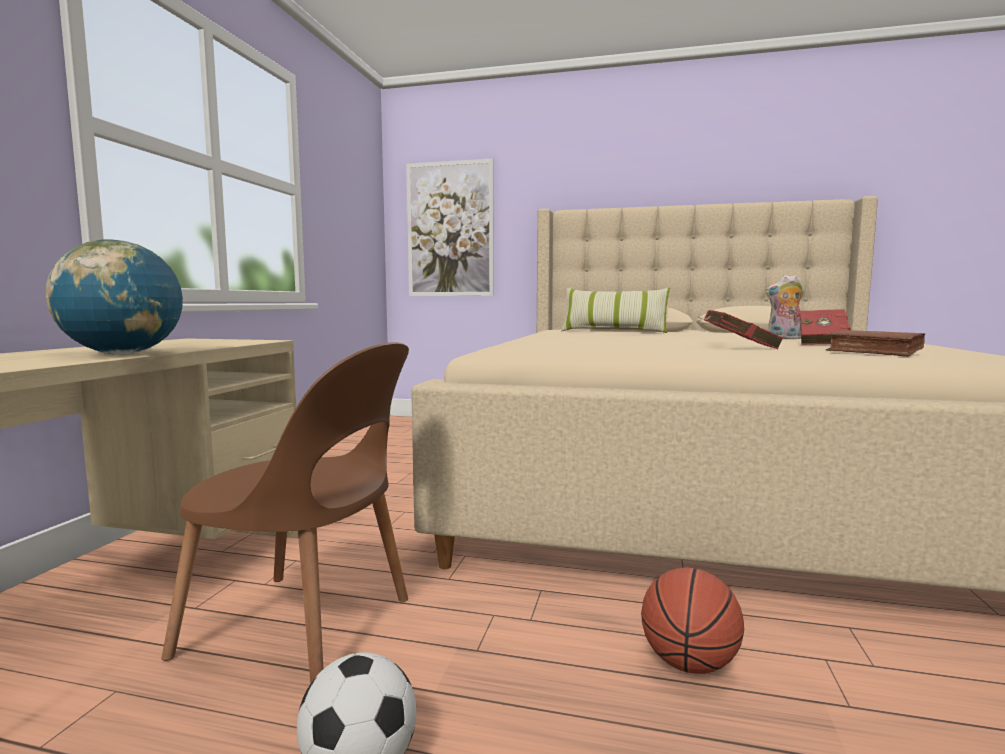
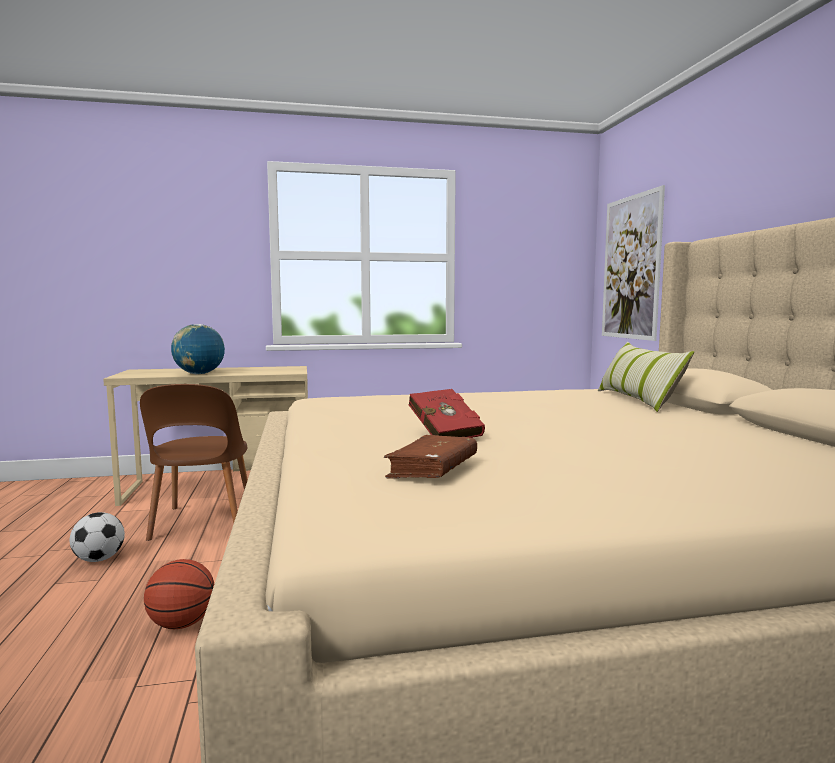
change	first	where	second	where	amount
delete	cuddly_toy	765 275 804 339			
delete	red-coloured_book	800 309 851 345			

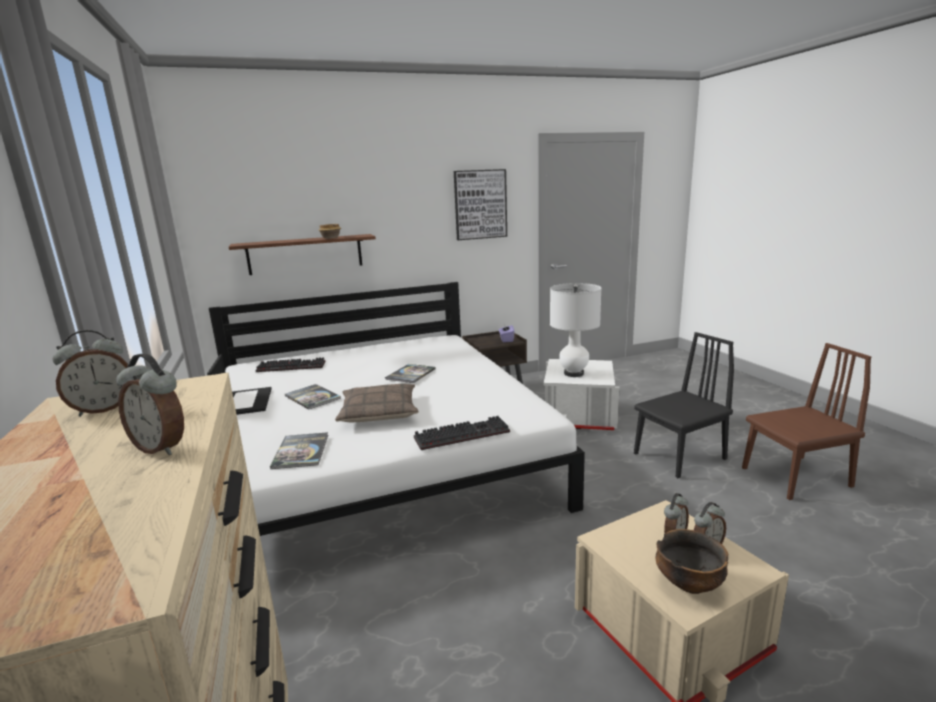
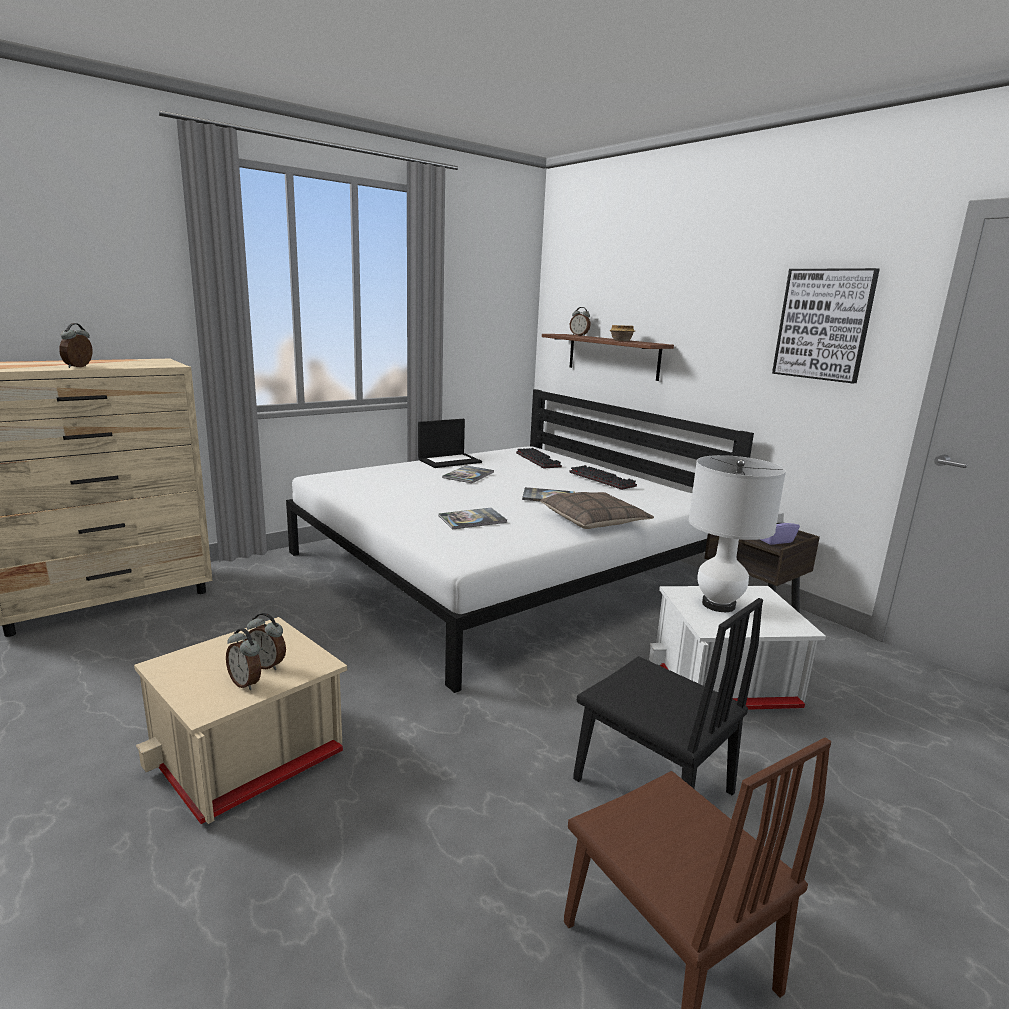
change	first	where	second	where	amount
move	alarm_clock	53 330 128 417		570 307 590 336	
move	book	270 432 328 469		439 508 507 530	
move	throw_pillow	335 384 419 422		540 492 654 529	
move	computer_keyboard	414 416 510 450		569 465 637 490	
delete	deep_dish	656 529 728 594			

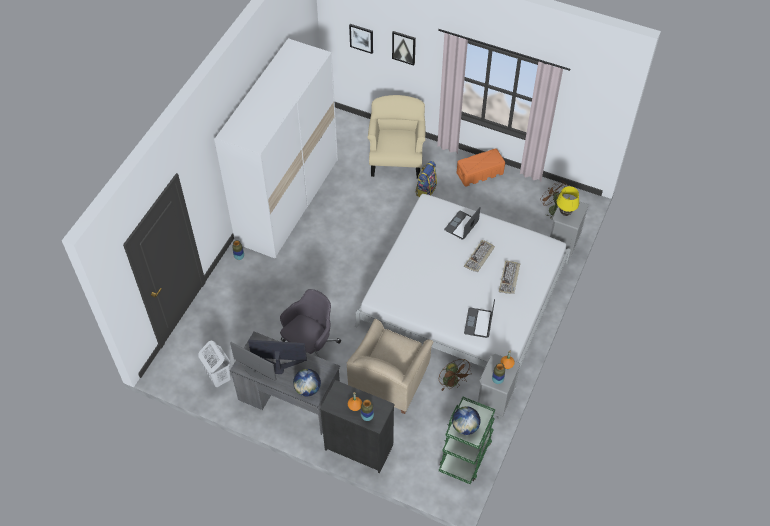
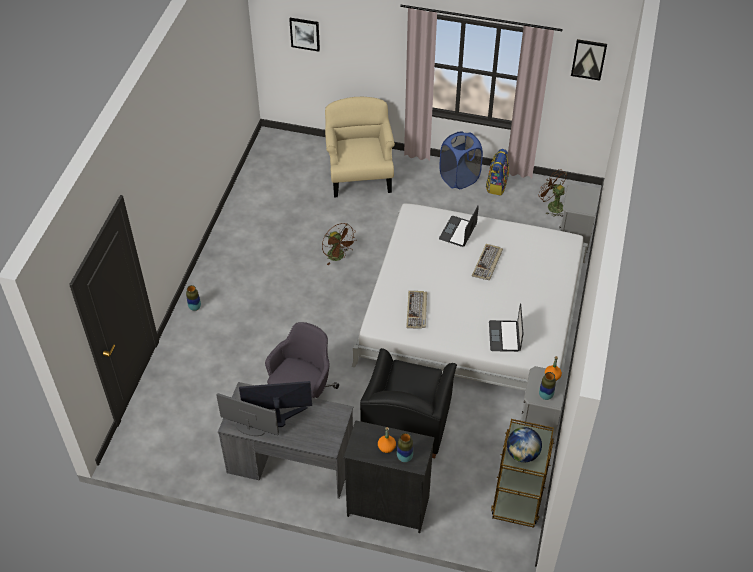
change	first	where	second	where	amount
delete	white-coloured_hamper	198 341 231 387			
delete	white-coloured_wardrobe	214 39 338 258			
delete	desk_globe	293 369 321 396			
recolor	beige-coloured_easy_chair	347 319 433 414	blackish_easy_chair	360 348 457 459	
move	wall_art	392 31 416 66		571 39 607 80	
move	rucksack	416 161 437 197		486 149 509 195	
move	brownish_fan	439 359 472 391		322 223 356 266	
recolor	green-coloured_cart	439 397 495 484	brownish_cart	491 419 554 528	
replace	orange_storage_container	457 149 505 186	blue_hamper	439 131 483 189	
move	computer_keyboard	499 260 520 294		406 291 427 329	
delete	yellowish_lamp_for_a_table	557 186 579 216			

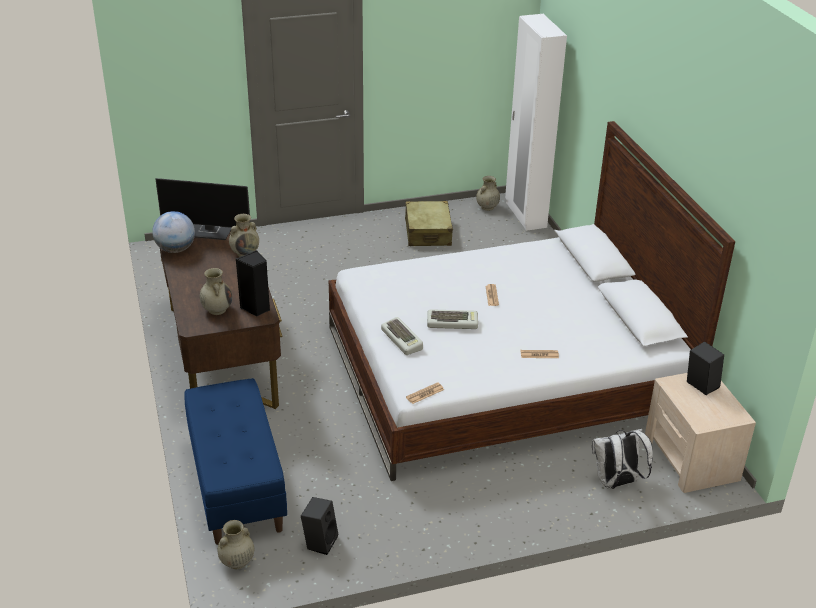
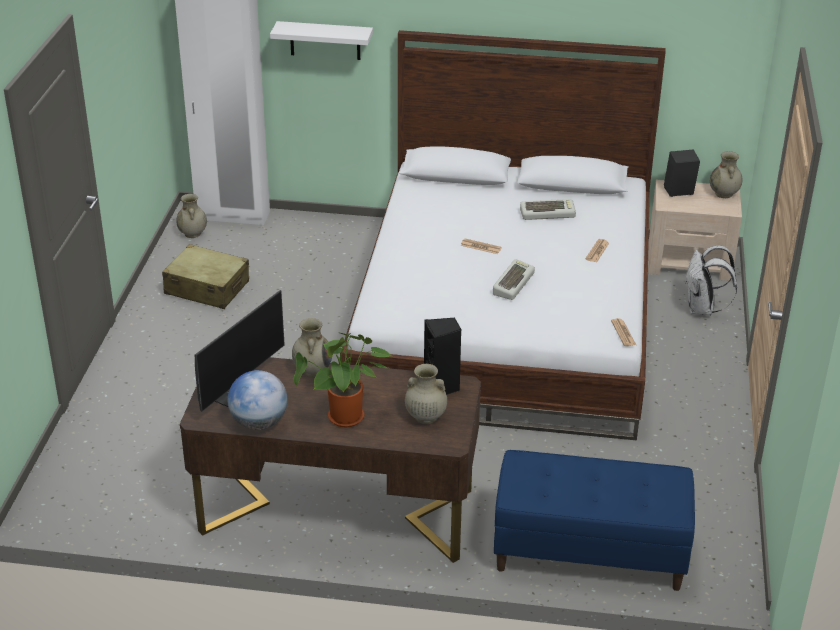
change	first	where	second	where	amount
move	beige-coloured_decorative_vase	218 520 254 569		710 151 742 198	
delete	blackish_loudspeaker	301 497 338 555			
move	computer_keyboard	381 317 423 355		520 199 576 220	
insert			white-coloured_bracket_shelf	270 21 373 60	
insert			potted_plant	293 332 391 427	

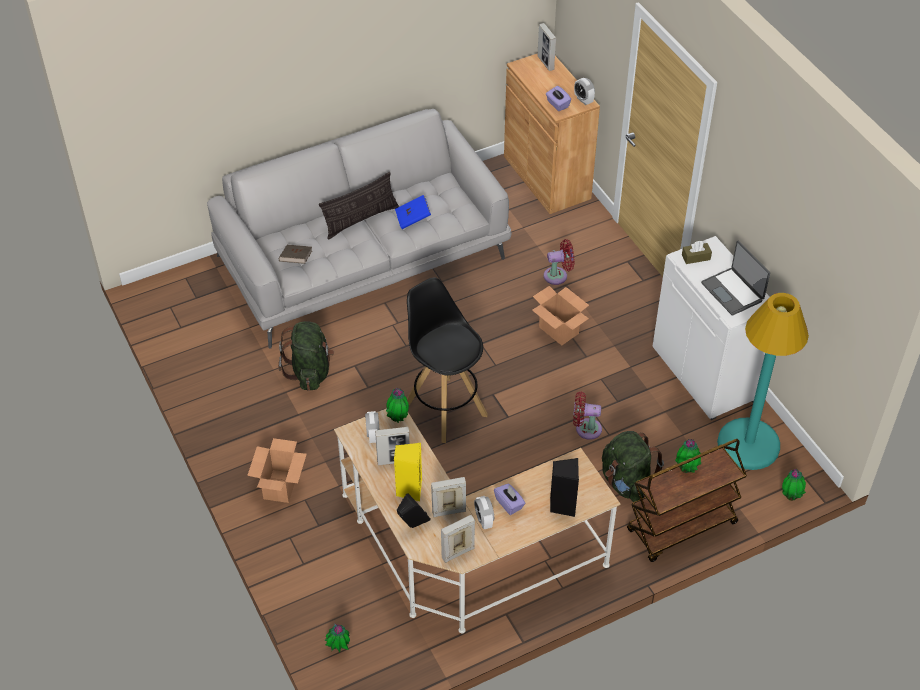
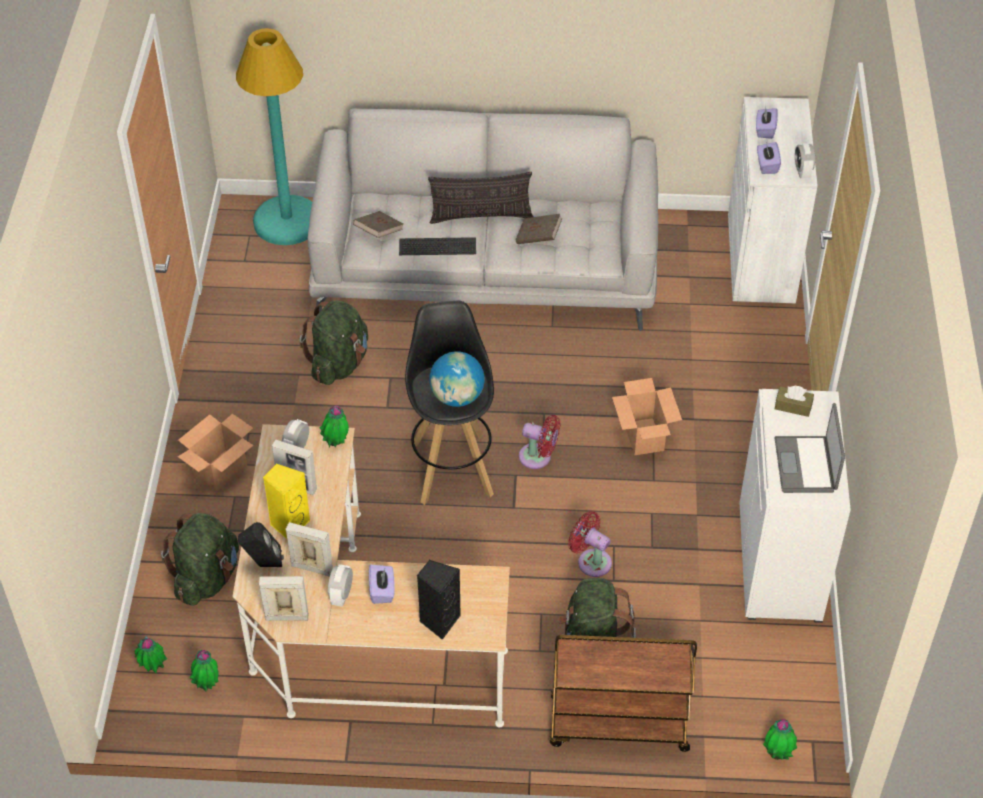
change	first	where	second	where	amount
recolor	blue_book	395 195 431 229	brownish_book	515 214 562 244	
recolor	brownish_cabinet	504 53 600 214	white-coloured_cabinet	728 97 818 303	
delete	picture_frame	537 23 556 71			
move	red-coloured_fan	544 239 575 285		519 415 560 469	
move	potted_plant	675 439 701 473		190 650 219 692	
move	turquoise-coloured_standing_lamp	717 293 809 470		236 28 312 245	
insert			green-coloured_rucksack	161 513 239 606	
insert			computer_keyboard	399 237 476 255	
insert			desk_globe	429 351 485 407	
insert			purple-coloured_tissue_holder	756 107 778 139	

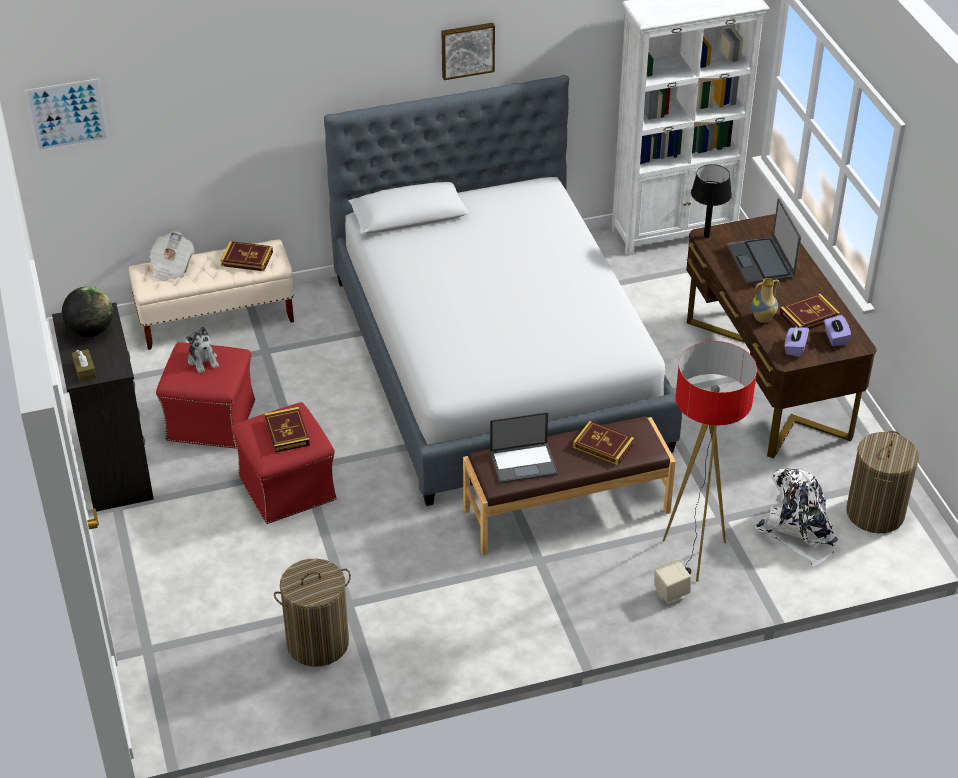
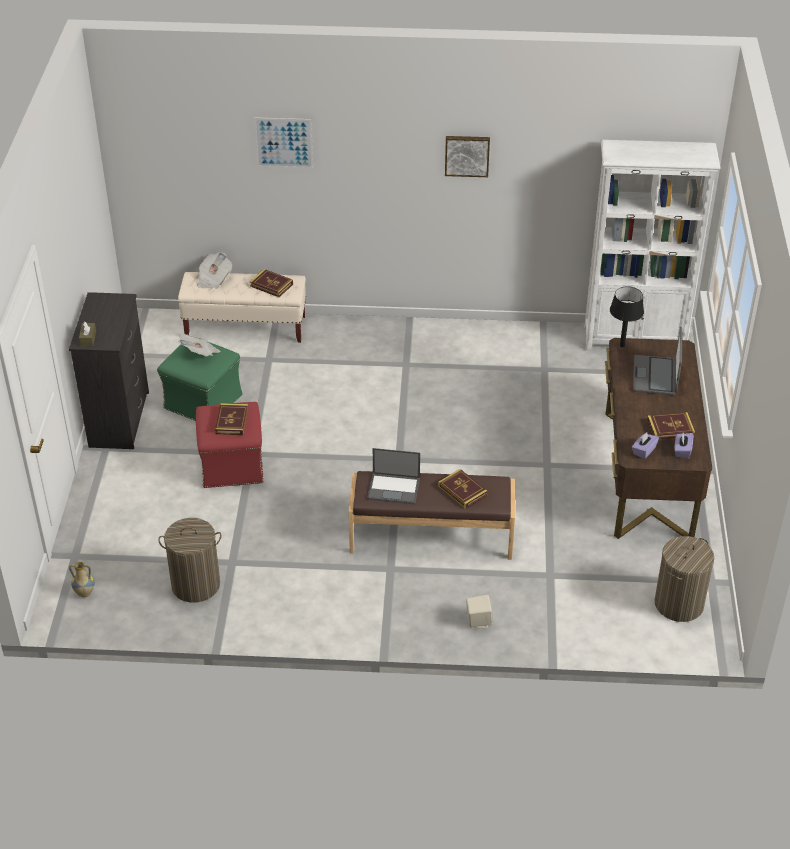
change	first	where	second	where	amount
move	wall_art	25 78 109 152		254 117 313 169	
delete	desk_globe	62 287 113 337			
recolor	red-coloured_pouffe	156 342 255 449	green-coloured_pouffe	157 342 242 421	
replace	cuddly_toy	186 326 219 373	daily_paper	178 334 221 356	
delete	sleeping_bed	324 75 682 506			
delete	standing_lamp	663 341 757 582			
move	decorative_vase	751 278 779 323		69 562 95 597	
delete	white-coloured_rucksack	755 468 838 567			

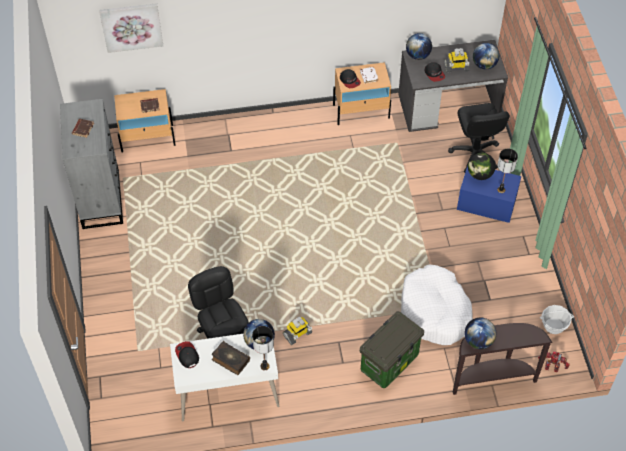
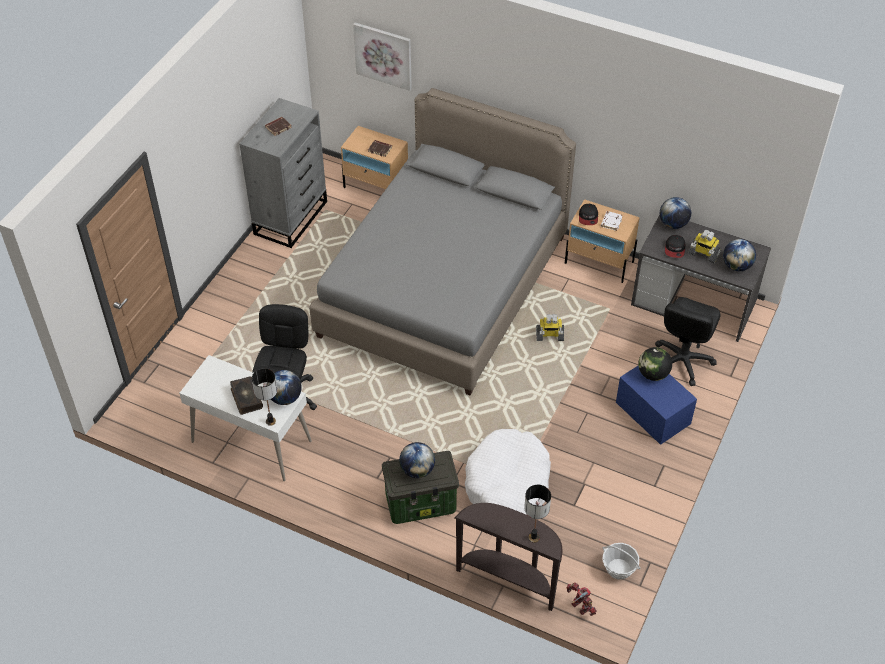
change	first	where	second	where	amount
delete	cap	175 341 199 368			
move	toy_robot	283 317 312 345		536 314 564 341	
move	desk_globe	464 317 496 349		399 442 435 478	
move	lamp_for_a_table	497 149 518 193		524 485 551 543	
insert			gray_sleeping_bed	309 88 576 395	

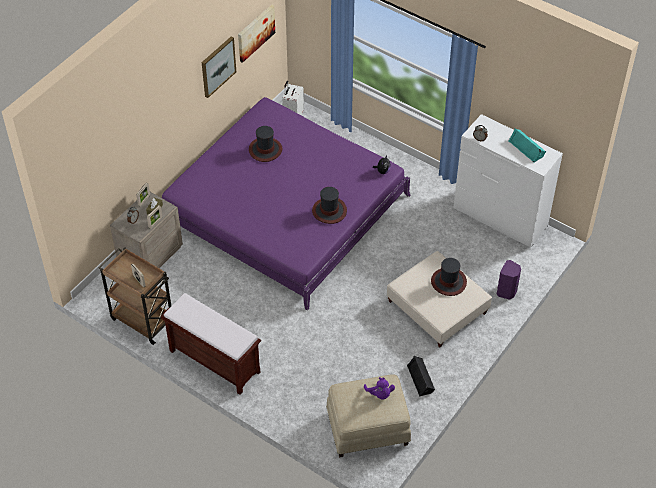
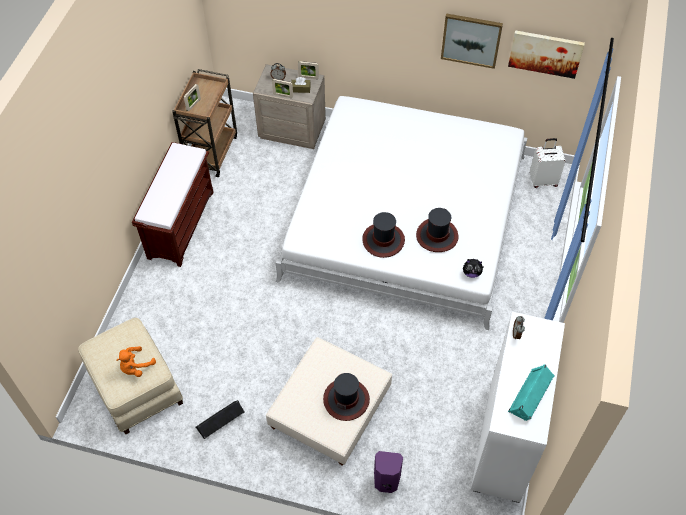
change	first	where	second	where	amount
recolor	purple-coloured_sleeping_bed	162 97 411 310	white-coloured_sleeping_bed	276 96 527 330	
move	hat	249 126 282 162		416 208 458 252	
recolor	purple-coloured_cuddly_toy	364 377 395 400	orange_cuddly_toy	117 346 156 377	

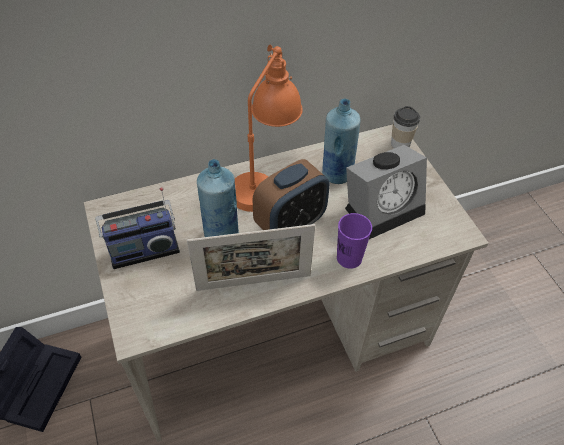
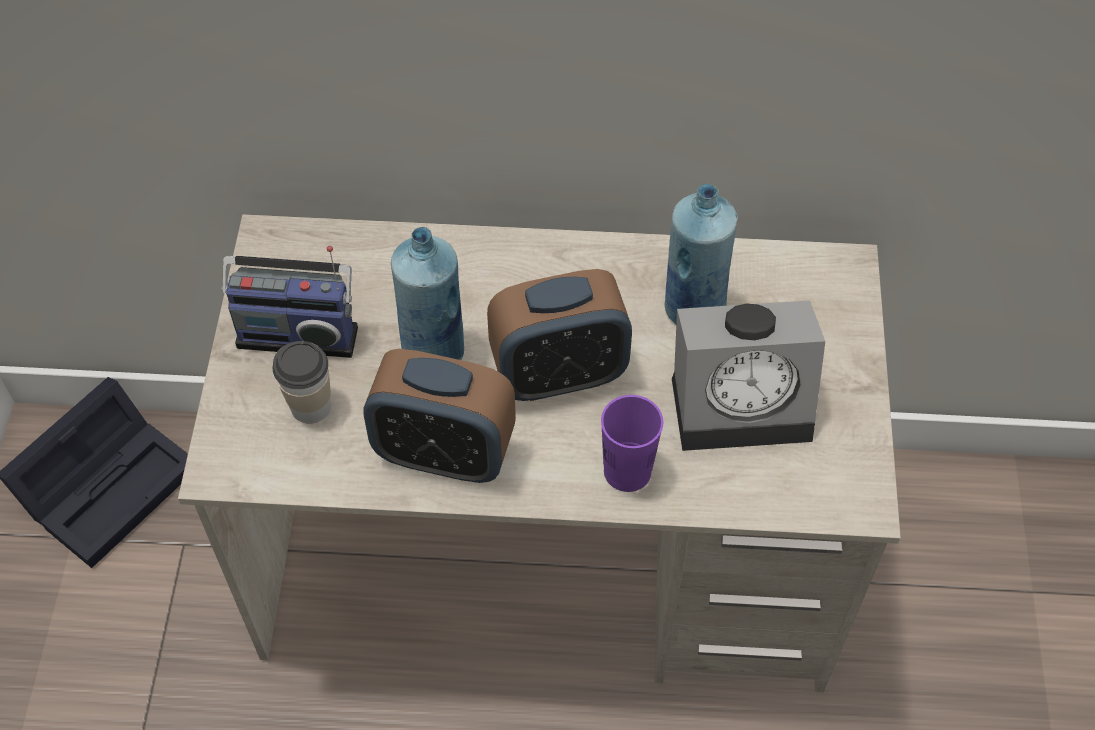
change	first	where	second	where	amount
replace	picture_frame	187 224 315 291	alarm_clock	363 349 516 483	
delete	orange_lamp_for_a_table	235 45 303 212			
move	drinking_cup	391 106 420 148		273 341 331 424	

